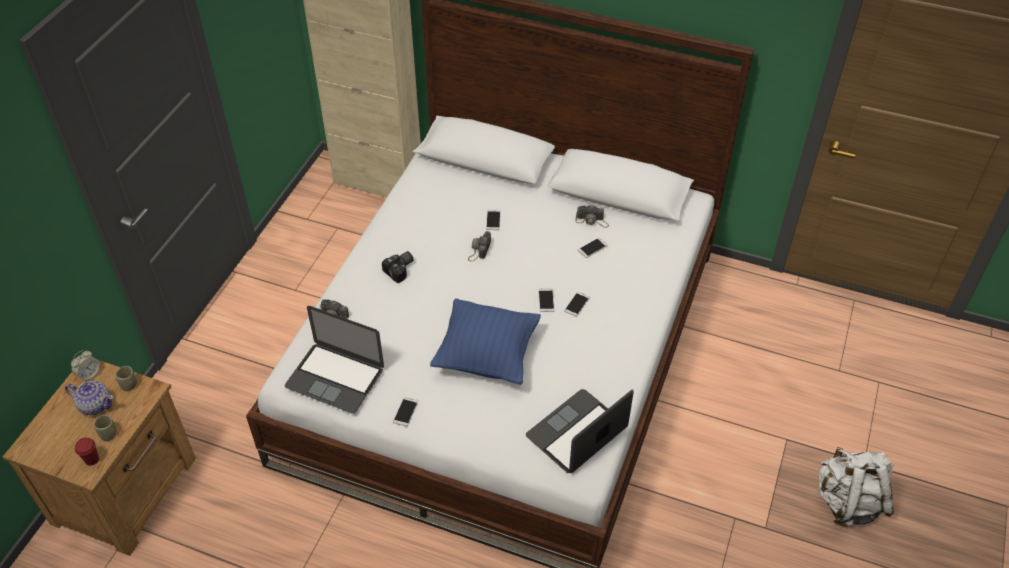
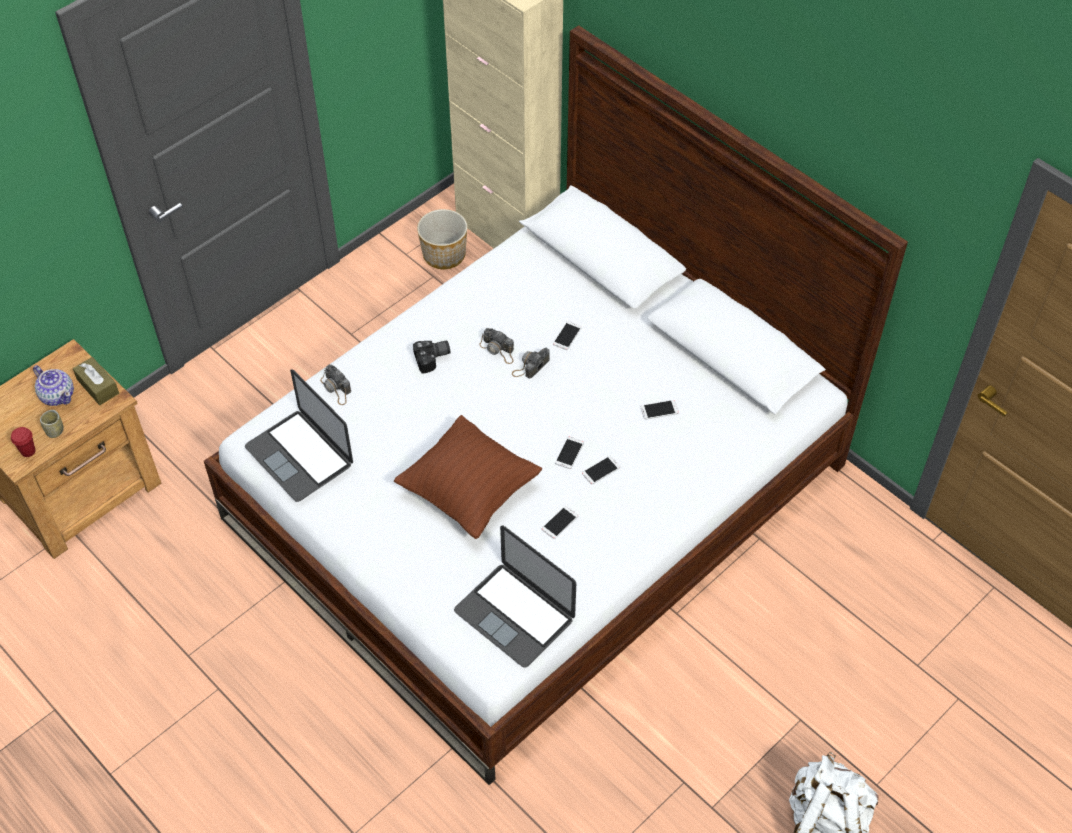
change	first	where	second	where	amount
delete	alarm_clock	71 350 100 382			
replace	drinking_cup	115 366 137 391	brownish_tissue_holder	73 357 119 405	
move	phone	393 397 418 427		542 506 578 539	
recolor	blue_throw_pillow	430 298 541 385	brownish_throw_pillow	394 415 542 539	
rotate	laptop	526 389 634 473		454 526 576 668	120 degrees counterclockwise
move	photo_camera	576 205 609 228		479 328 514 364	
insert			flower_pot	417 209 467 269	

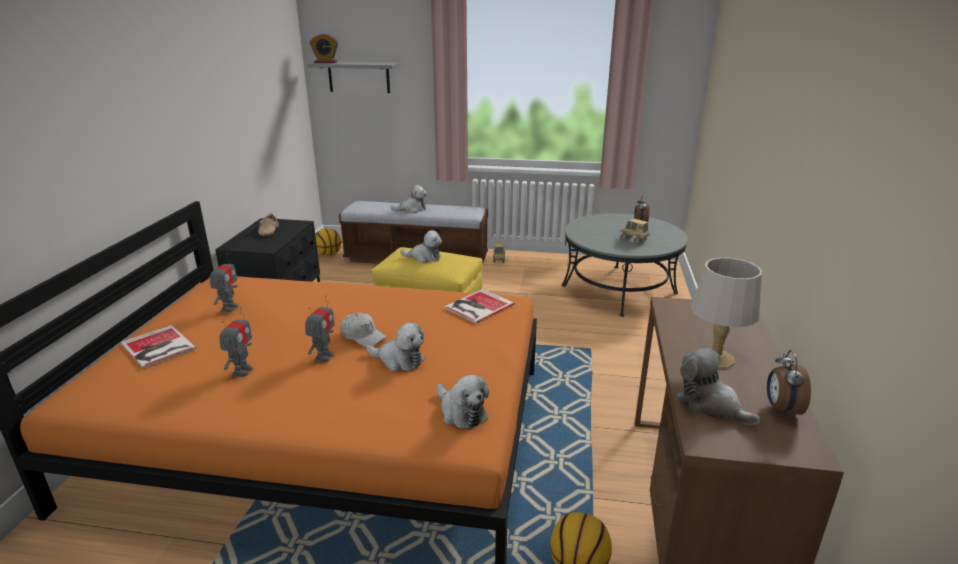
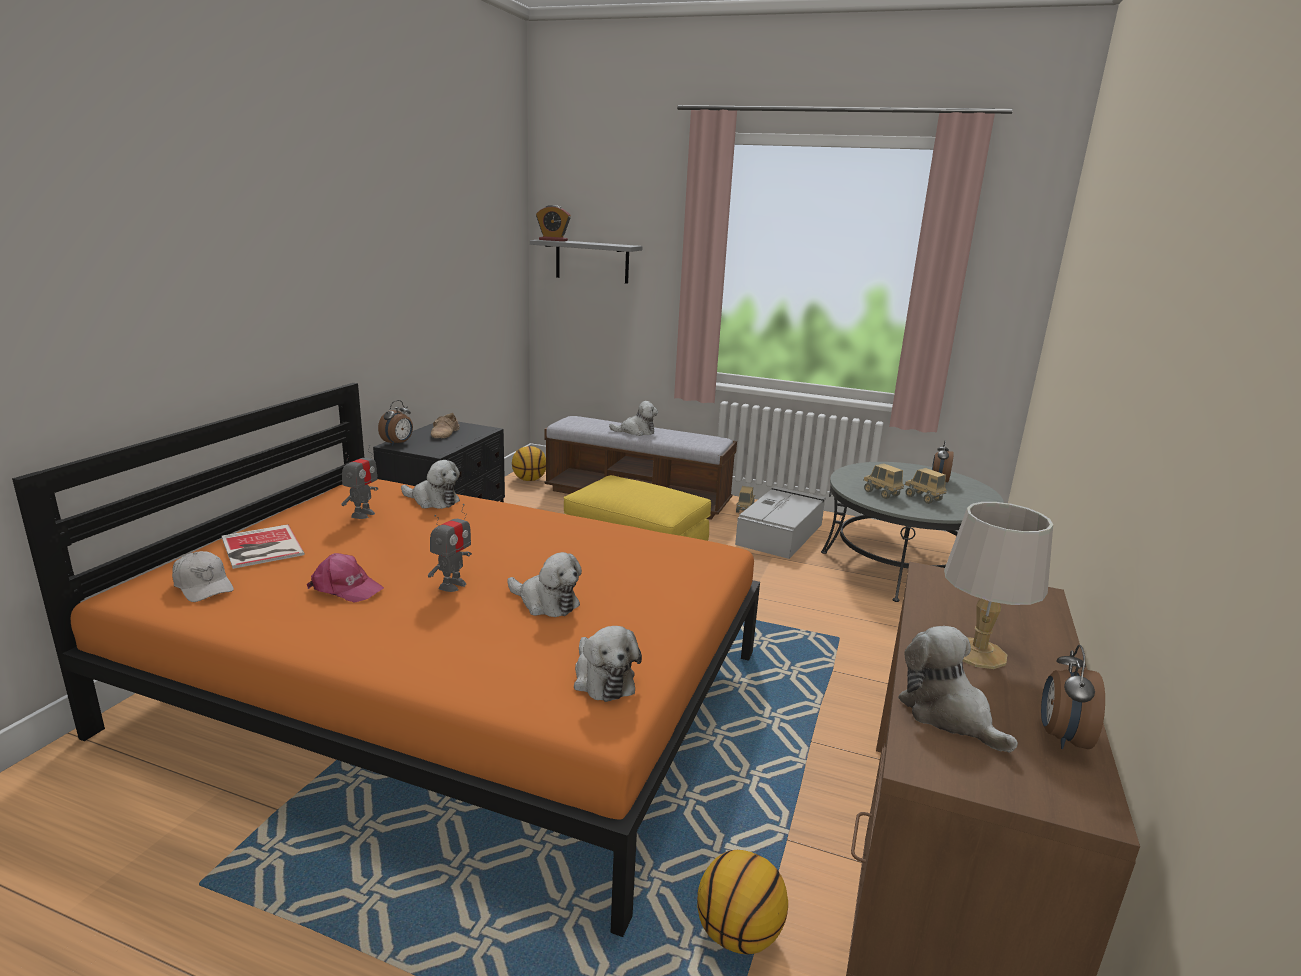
change	first	where	second	where	amount
replace	toy_robot	219 307 253 377	pink_cap	307 553 384 603	
move	white-coloured_cap	340 313 387 347		172 551 234 602	
move	cuddly_toy	400 230 442 263		401 460 460 509	
delete	book	444 289 515 324			
insert			alarm_clock	378 400 413 446	
insert			gray_storage_container	735 486 826 559	
insert			toy_lorry	864 463 904 499	

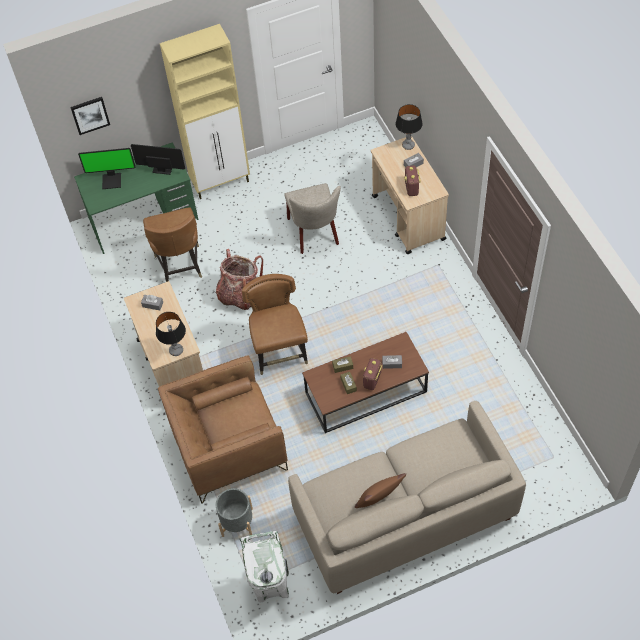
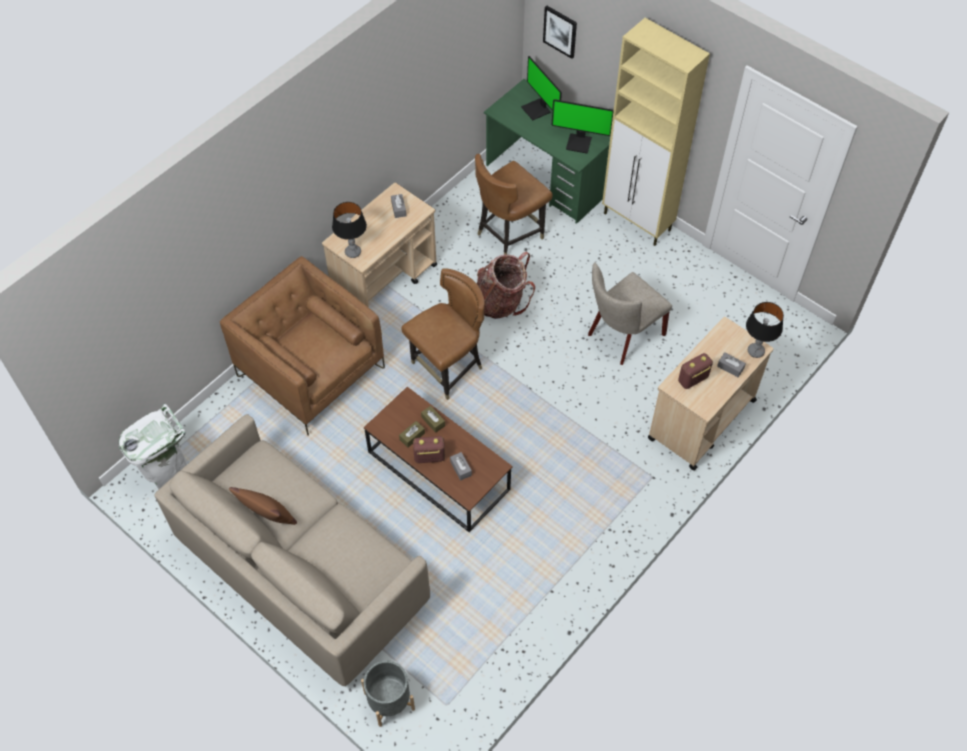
change	first	where	second	where	amount
rotate	computer_display	131 144 185 175		552 99 614 153	120 degrees clockwise
move	gray_flower_pot	215 488 253 537		361 661 415 727	

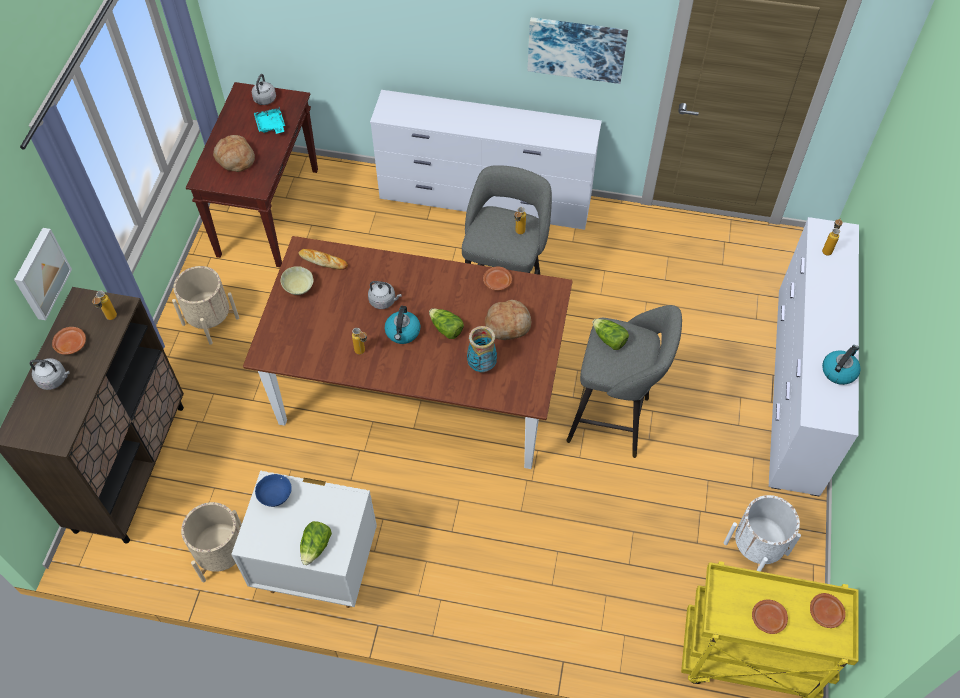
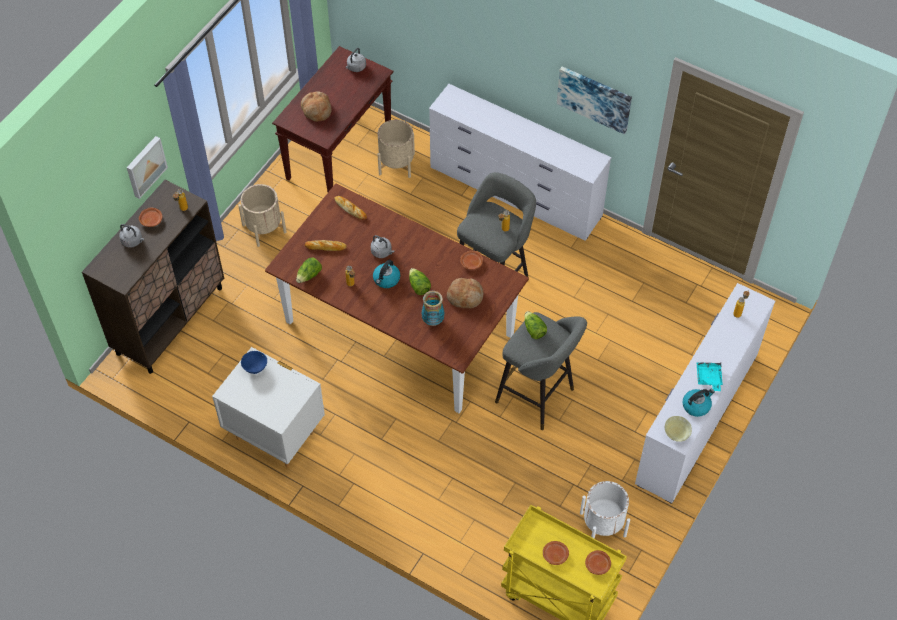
change	first	where	second	where	amount
move	beige-coloured_flower_pot	181 502 242 582		378 120 415 178	
move	turquoise-coloured_serving_tray	254 107 285 134		696 362 723 391	
move	beige-coloured_deep_dish	281 266 314 295		665 416 692 442	
move	head_of_lettuce	300 521 332 565		296 258 322 283	
insert			bakery_bread	305 240 347 251	

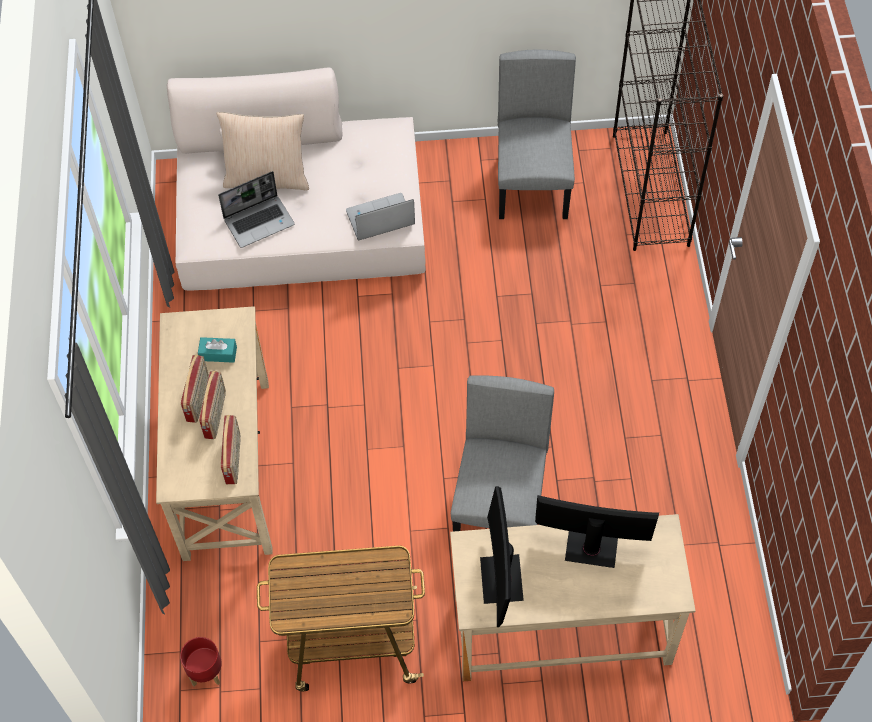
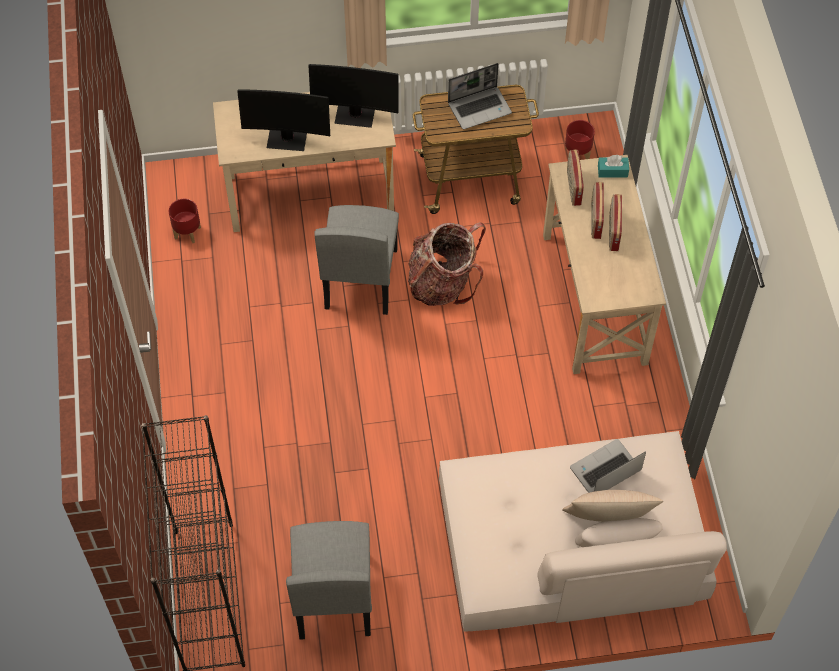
change	first	where	second	where	amount
move	turquoise-coloured_tissue_holder	198 337 237 363		598 155 629 177	
move	laptop	346 193 415 241		448 63 512 129	
rotate	computer_display	480 486 524 627		309 64 399 128	105 degrees clockwise
insert			red-coloured_flower_pot	169 199 201 243	
insert			rucksack	408 222 486 306	

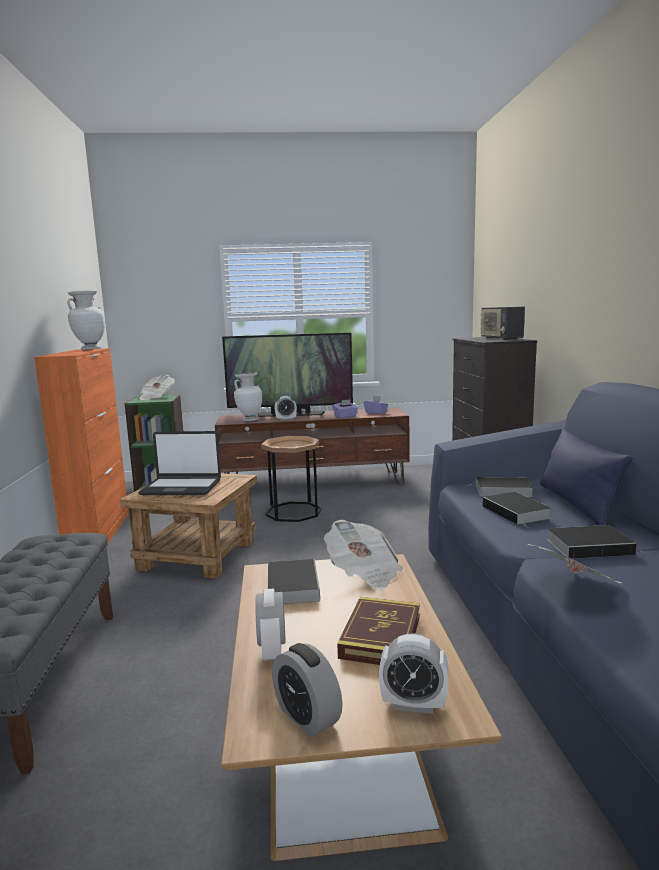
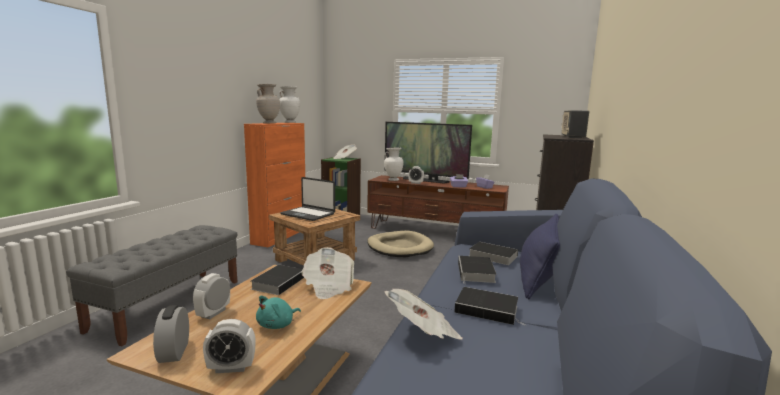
change	first	where	second	where	amount
replace	brownish_end_table	261 436 322 522	beige-coloured_pet_bed	367 230 434 257	
replace	book	337 597 420 665	turquoise-coloured_cuddly_toy	256 296 301 329	
rotate	alarm_clock	379 634 448 714		203 319 256 373	45 degrees counterclockwise
insert			beige-coloured_decorative_vase	256 84 280 124	

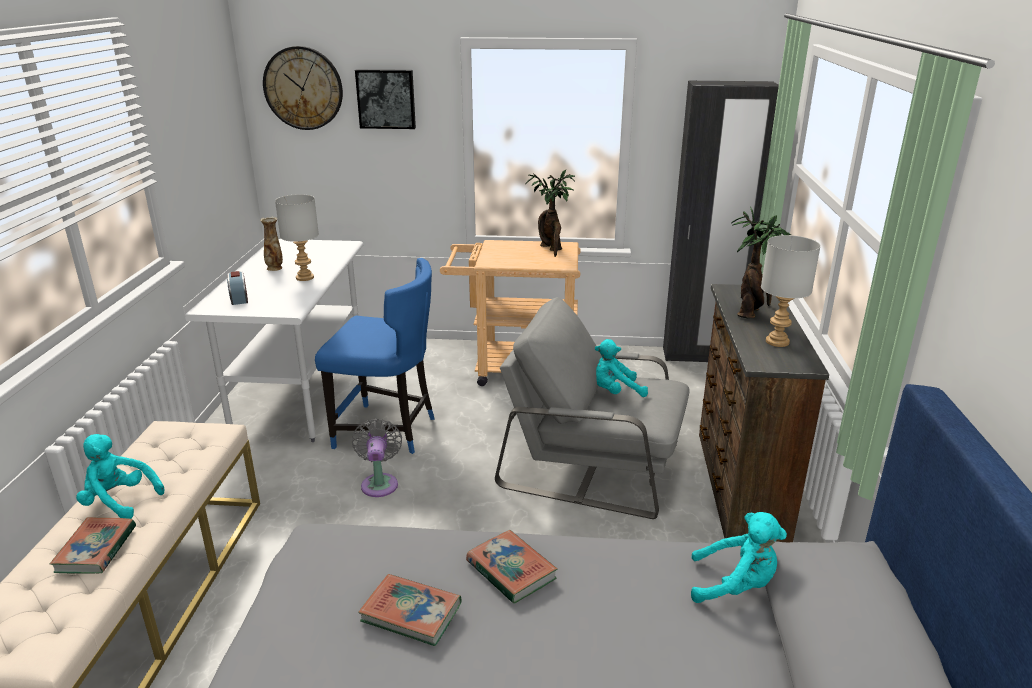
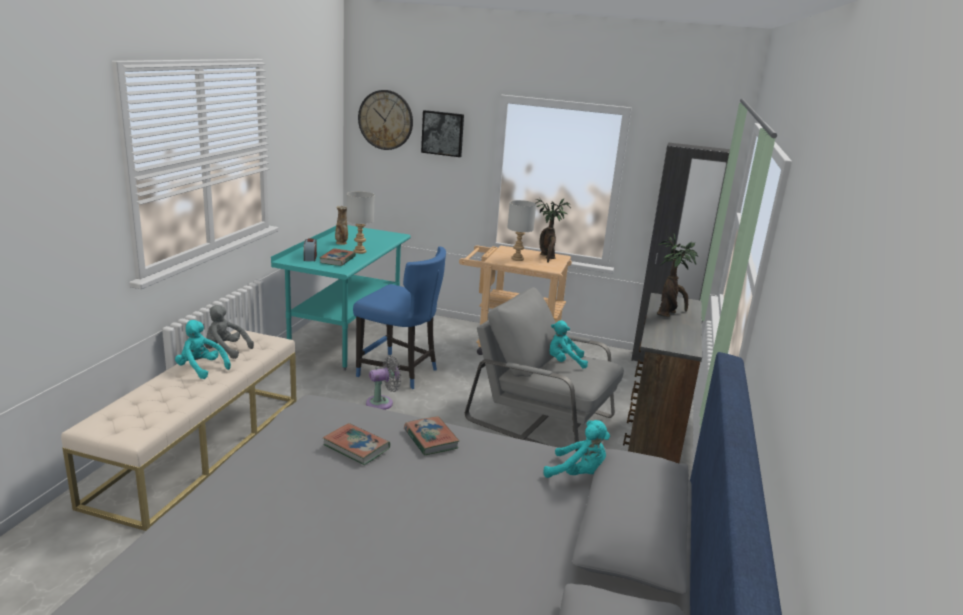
change	first	where	second	where	amount
move	book	50 517 136 574		319 248 356 266	
recolor	white-coloured_desk	183 239 364 442	turquoise-coloured_desk	271 225 411 371	
rotate	gray_fan	352 419 402 497		366 356 401 410	60 degrees clockwise
move	gray_lamp_for_a_table	761 235 821 347		507 200 536 261	
insert			gray_cuddly_toy	204 305 254 359	

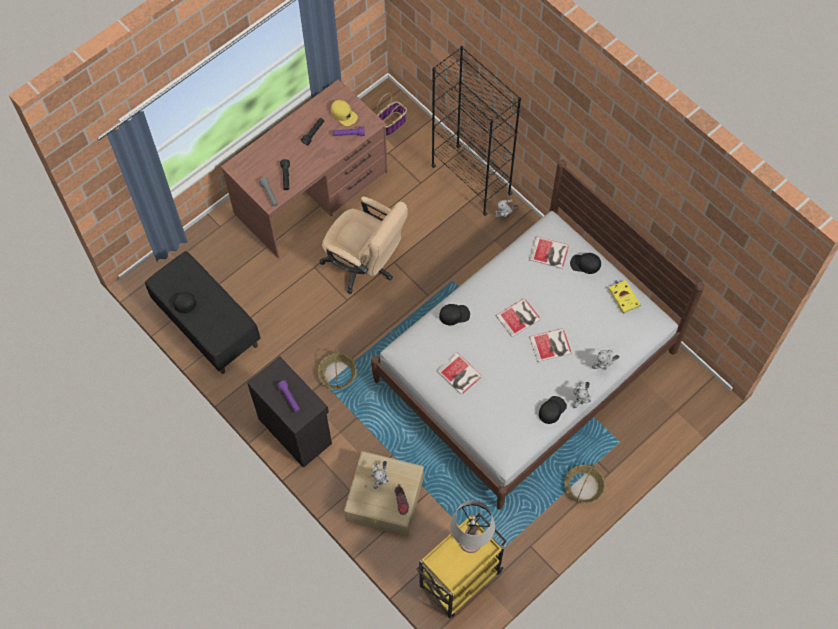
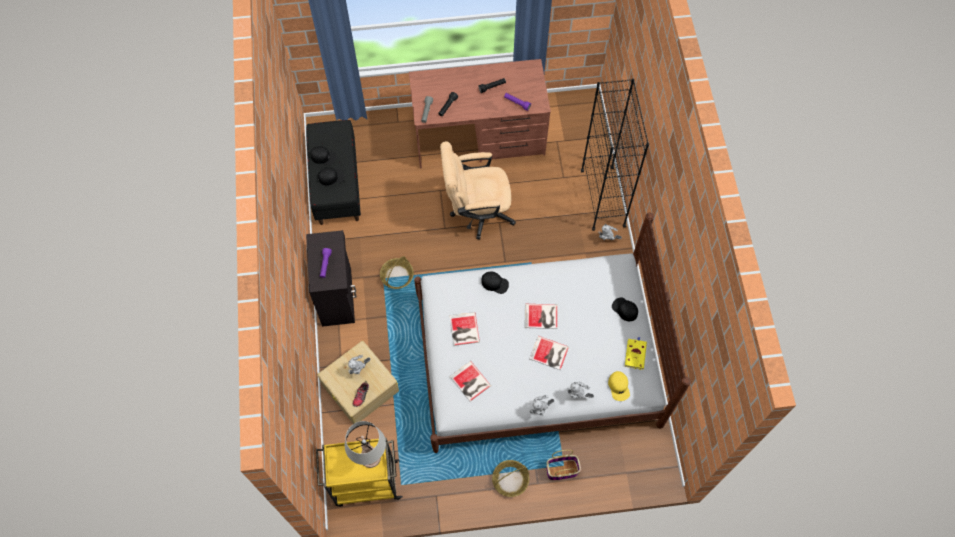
change	first	where	second	where	amount
rotate	beige-coloured_office_chair	320 197 408 294		440 141 516 239	105 degrees clockwise
move	yellowish_cap	331 100 358 126		608 371 630 401	
move	household_basket	377 93 407 136		546 450 581 480	
move	book	529 236 569 269		450 361 491 401	
move	blackish_cap	539 396 567 424		318 167 345 186	

